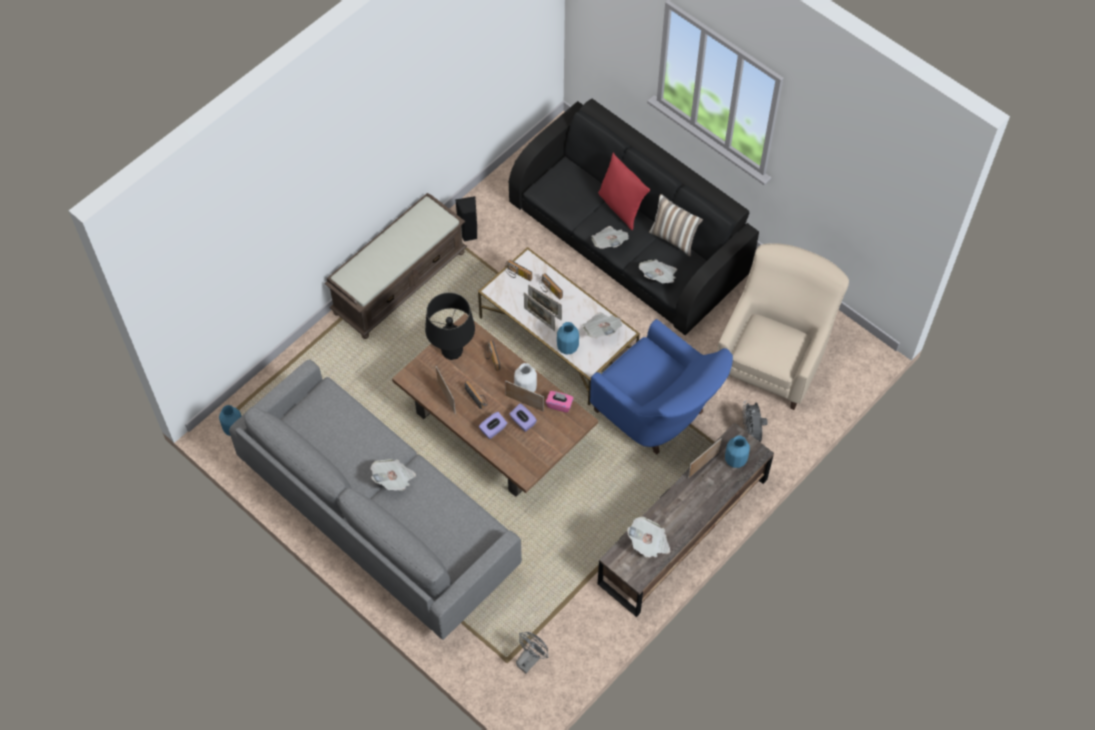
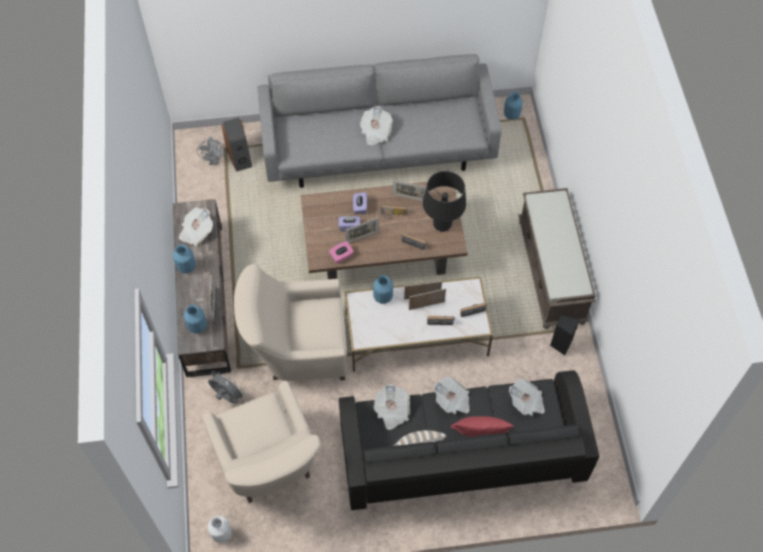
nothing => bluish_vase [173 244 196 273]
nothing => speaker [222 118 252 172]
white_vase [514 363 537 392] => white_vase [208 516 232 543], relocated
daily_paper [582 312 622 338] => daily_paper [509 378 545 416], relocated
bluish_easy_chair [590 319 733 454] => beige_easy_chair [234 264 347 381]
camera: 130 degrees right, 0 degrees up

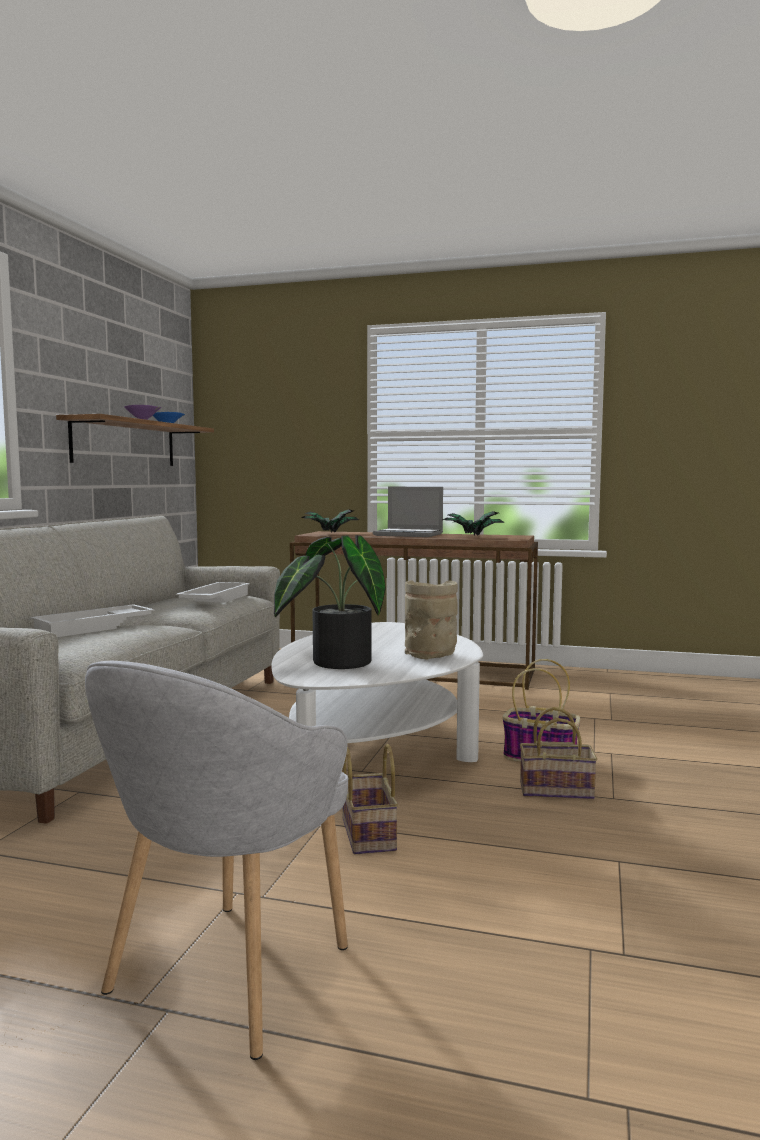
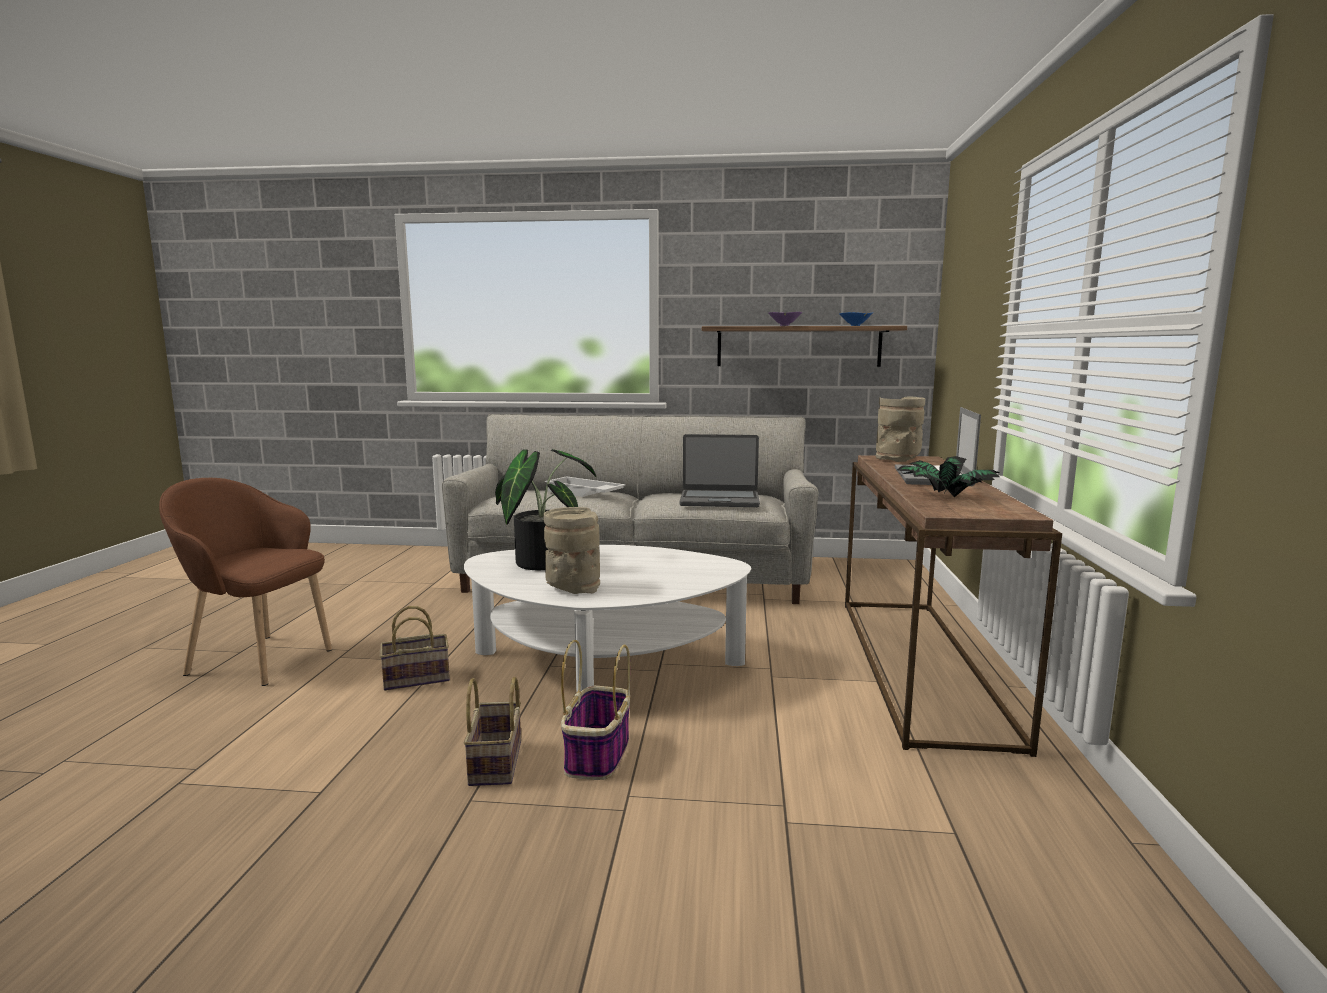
white_carrying_tray [176 582 250 603] => portable_computer [680 434 760 507]
houseplant [301 509 359 533] => beige_vase [876 397 925 462]
grey_easy_chair [85 661 349 1060] => brownish_easy_chair [159 478 332 686]
camera: 80 degrees right, 5 degrees up

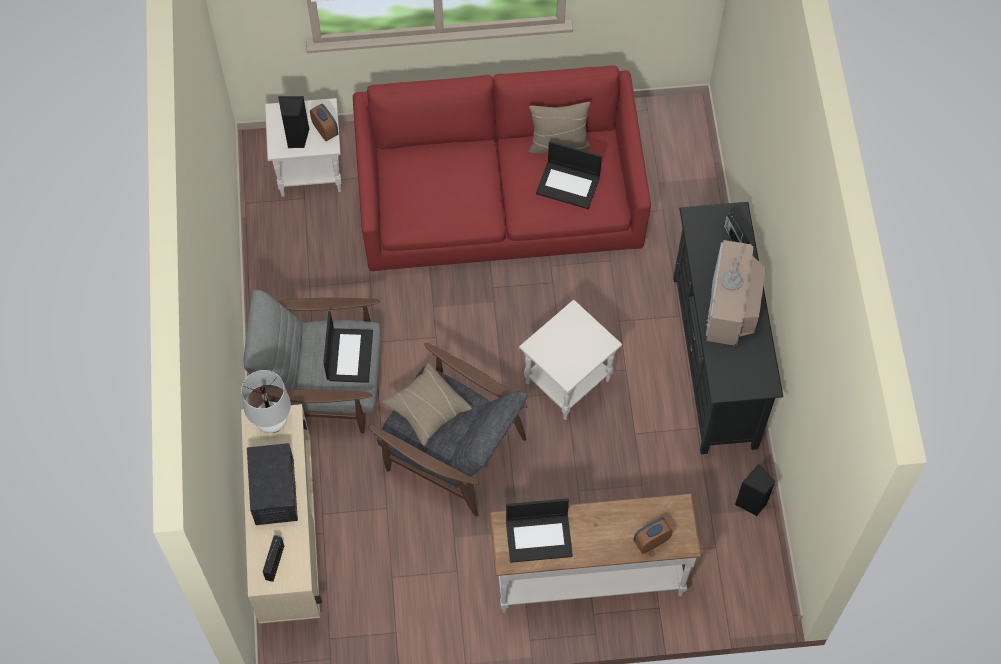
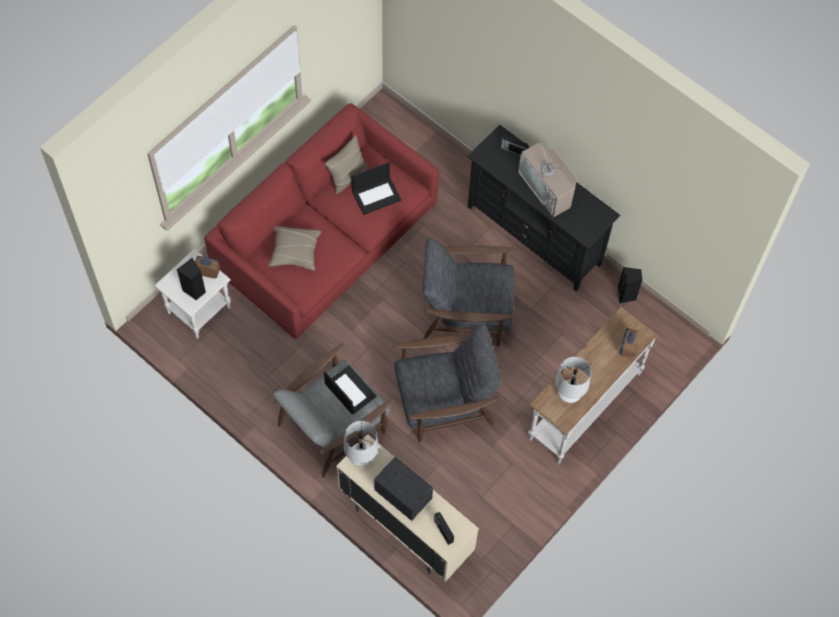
beige_throw_pillow [382 363 472 446] => beige_throw_pillow [268 226 321 271], relocated
portable_computer [506 498 573 563] => white_lamp_for_a_table [555 357 591 403]
white_side_table [519 300 622 420] => grey_easy_chair [423 238 517 347]
camera: 45 degrees left, 0 degrees up

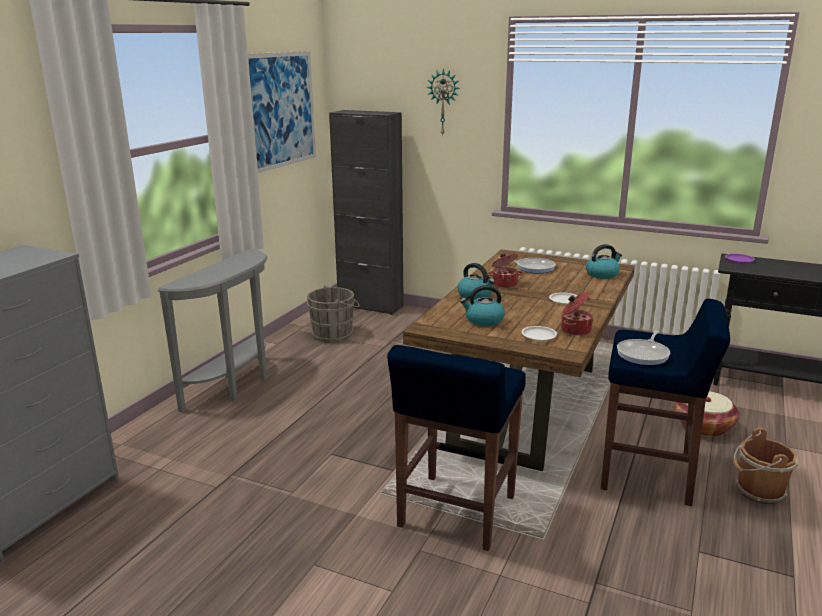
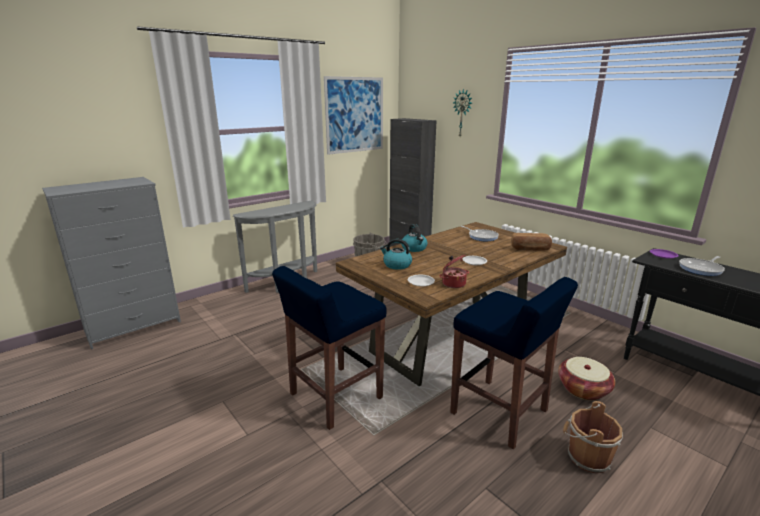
stockpot [488 254 523 288] => nothing
skillet [617 330 670 365] => skillet [679 256 725 276], relocated
water_kettle [586 244 622 279] => baked_bread [511 233 552 251]
camera: 25 degrees right, 0 degrees up

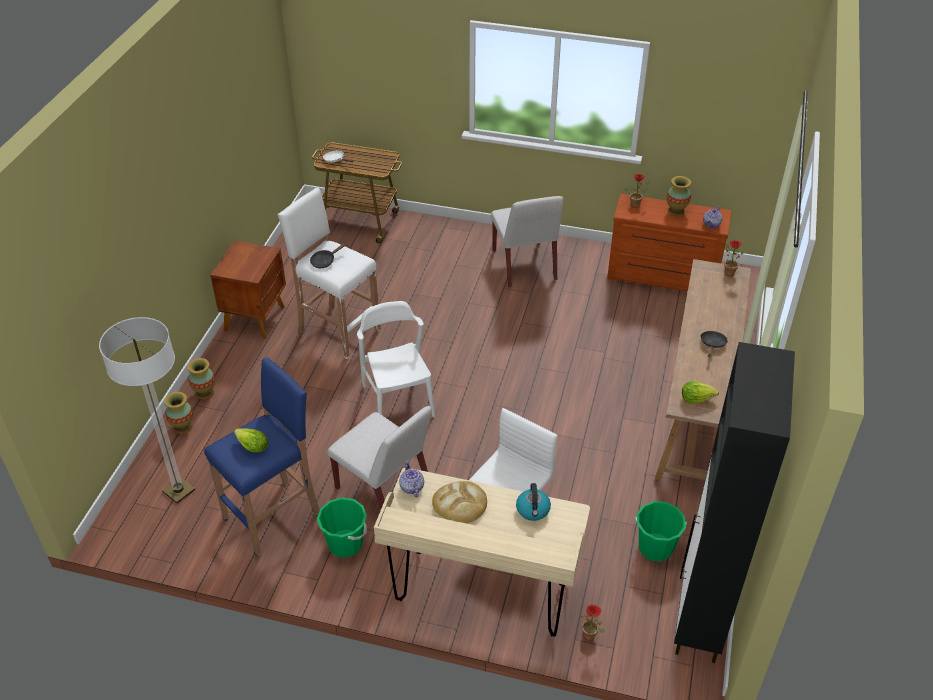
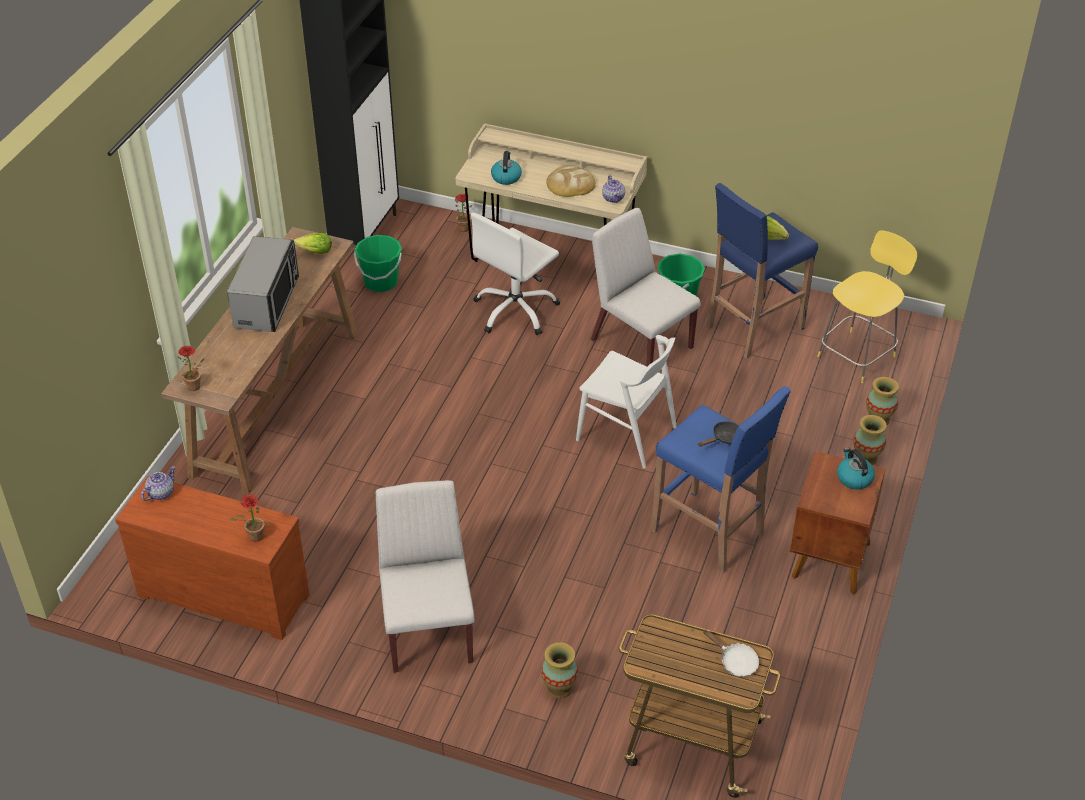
nothing => water_kettle [837 448 875 489]
vase [667 176 691 217] => vase [541 642 578 699], relocated
standing_lamp [99 317 195 504] => yellowish_stool [817 230 918 383]
black-coloured_skillet [700 331 728 357] => microwave [227 236 299 332]
white_stool [277 188 380 359] => bluish_stool [651 386 791 574]
white_plain_chair [357 301 435 417] => white_plain_chair [576 335 677 469], 45 degrees counterclockwise
camera: 175 degrees left, 0 degrees up

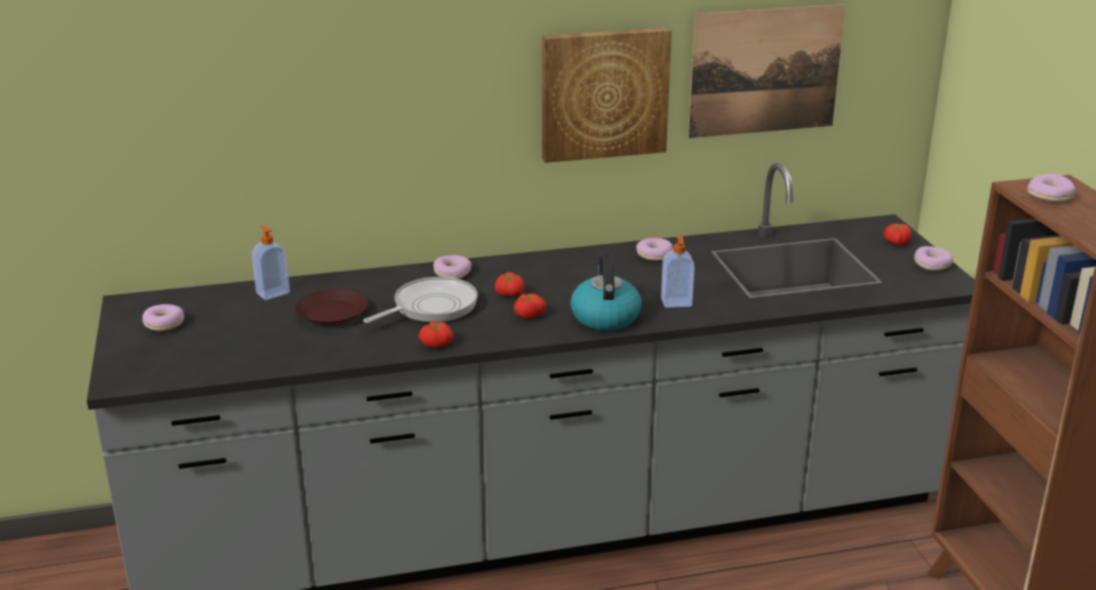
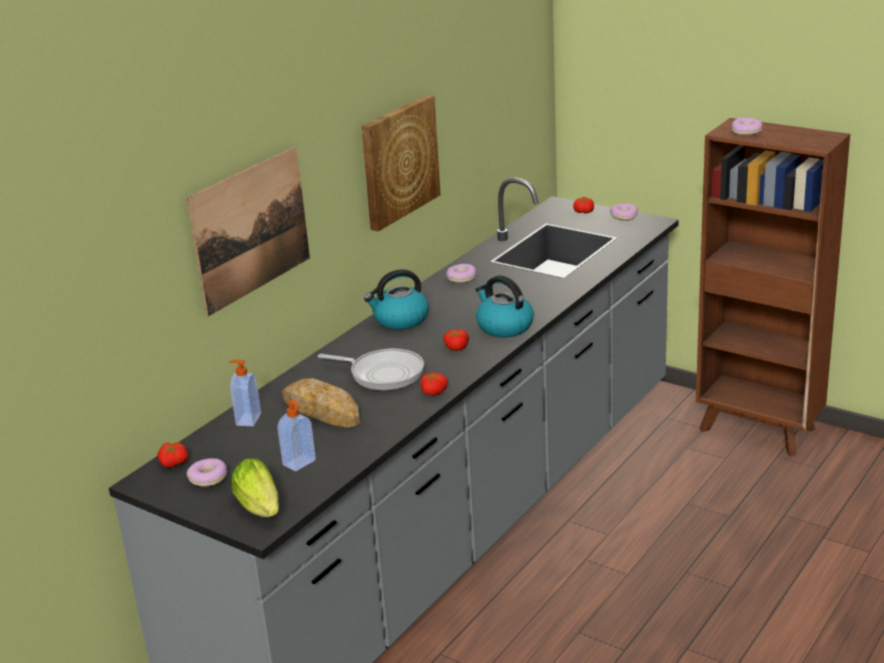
ring_doughnut [433 255 471 279] => nothing
nothing => head_of_lettuce [231 458 279 517]
nothing => water_kettle [364 269 429 330]
tomato [495 272 524 296] => tomato [158 442 188 467], relocated
soap_bottle [661 236 695 308] => soap_bottle [277 400 316 471], relocated
wall_art [688 4 845 138] => wall_art [187 147 310 316], relocated
brownish_flat_dish [295 288 368 326] => baked_bread [282 378 360 427]
skillet [363 277 478 323] => skillet [318 349 424 391], 105 degrees clockwise
camera: 40 degrees left, 0 degrees up

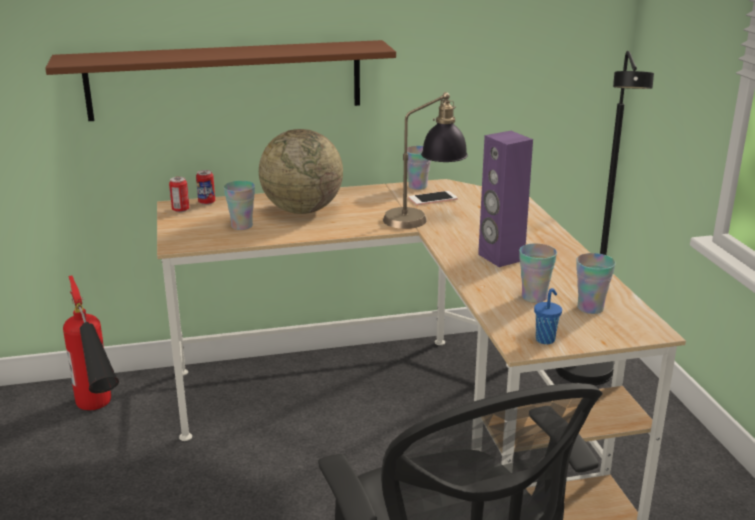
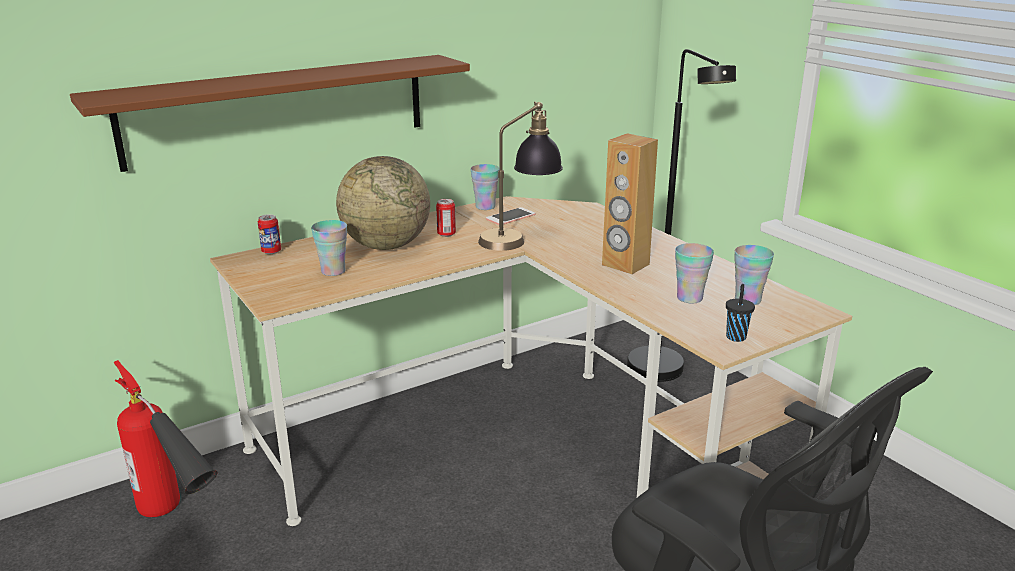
sealed_can [169 177 189 212] => sealed_can [436 199 456 237], relocated
purple_speaker [478 131 533 267] => brownish_speaker [602 133 658 274]
bluish_drinking_cup [534 288 562 344] => black-coloured_drinking_cup [726 284 755 342]
camera: 20 degrees left, 0 degrees up

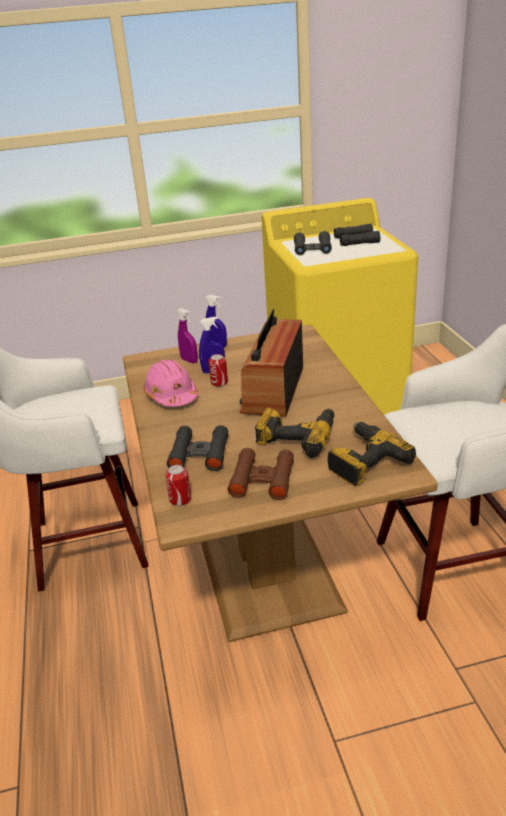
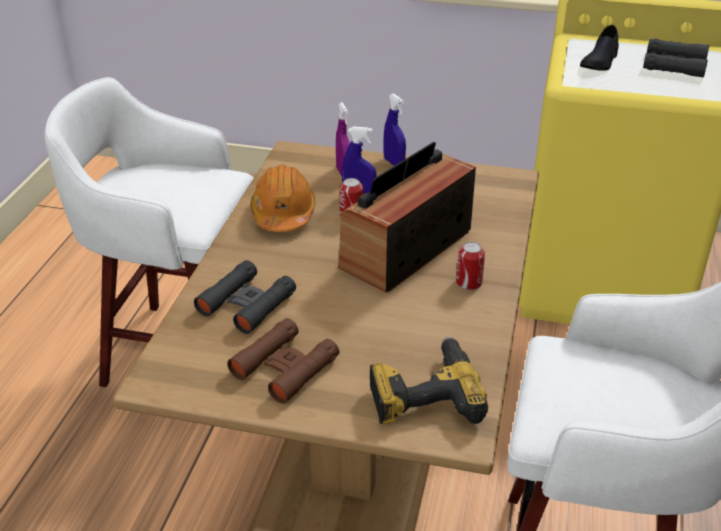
electric_drill [255 408 334 458] => nothing
sealed_can [165 465 191 506] => sealed_can [456 242 485 290], relocated
black-coloured_binoculars [294 231 332 255] => black-coloured_shoe [580 25 619 71]
pink-coloured_hard_hat [143 359 198 407] => orangey_hard_hat [250 165 316 232]
camera: 25 degrees right, 5 degrees up

